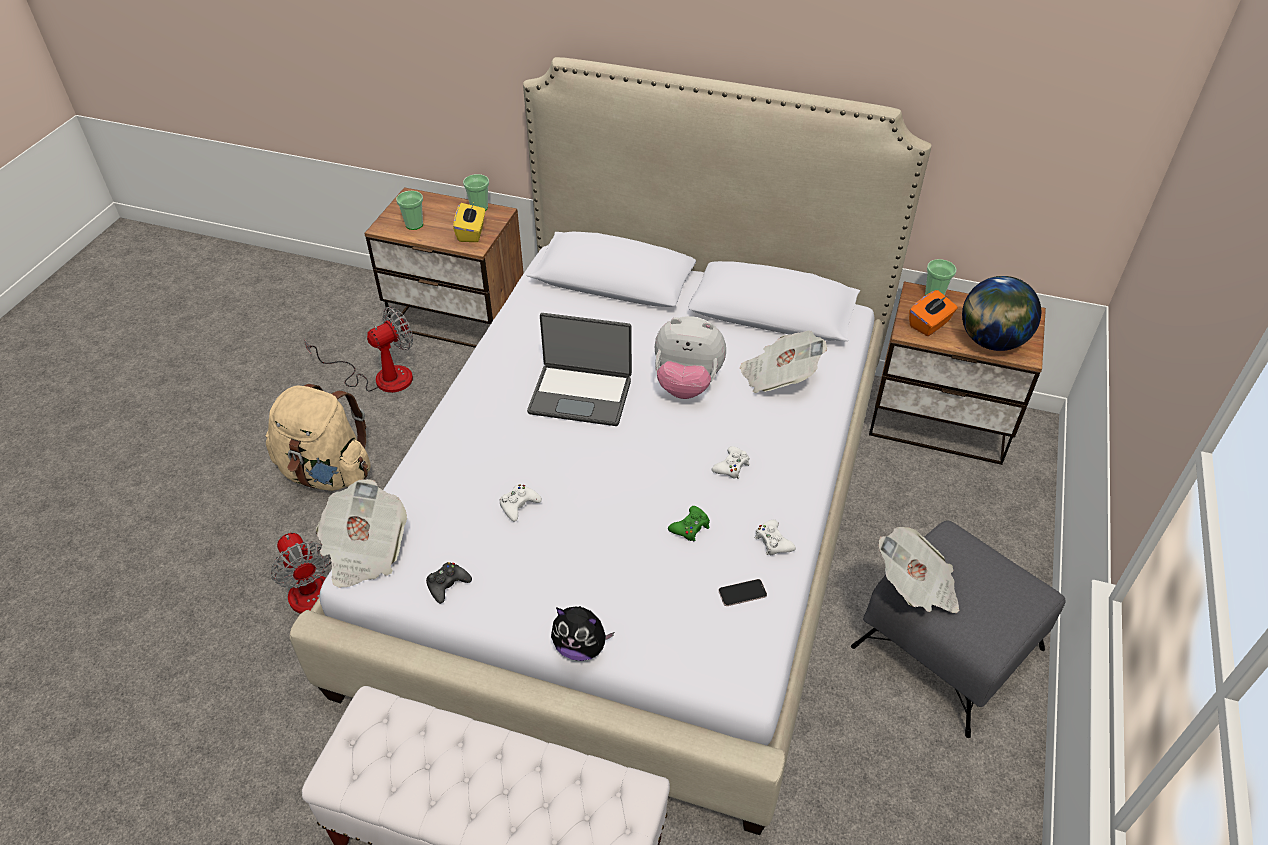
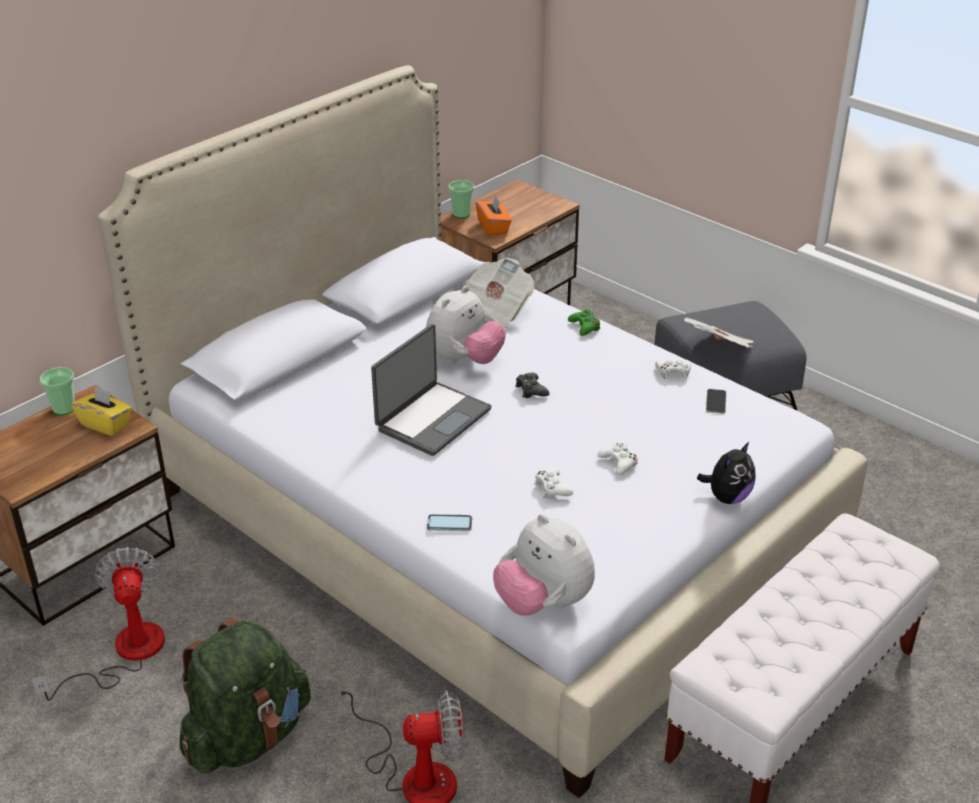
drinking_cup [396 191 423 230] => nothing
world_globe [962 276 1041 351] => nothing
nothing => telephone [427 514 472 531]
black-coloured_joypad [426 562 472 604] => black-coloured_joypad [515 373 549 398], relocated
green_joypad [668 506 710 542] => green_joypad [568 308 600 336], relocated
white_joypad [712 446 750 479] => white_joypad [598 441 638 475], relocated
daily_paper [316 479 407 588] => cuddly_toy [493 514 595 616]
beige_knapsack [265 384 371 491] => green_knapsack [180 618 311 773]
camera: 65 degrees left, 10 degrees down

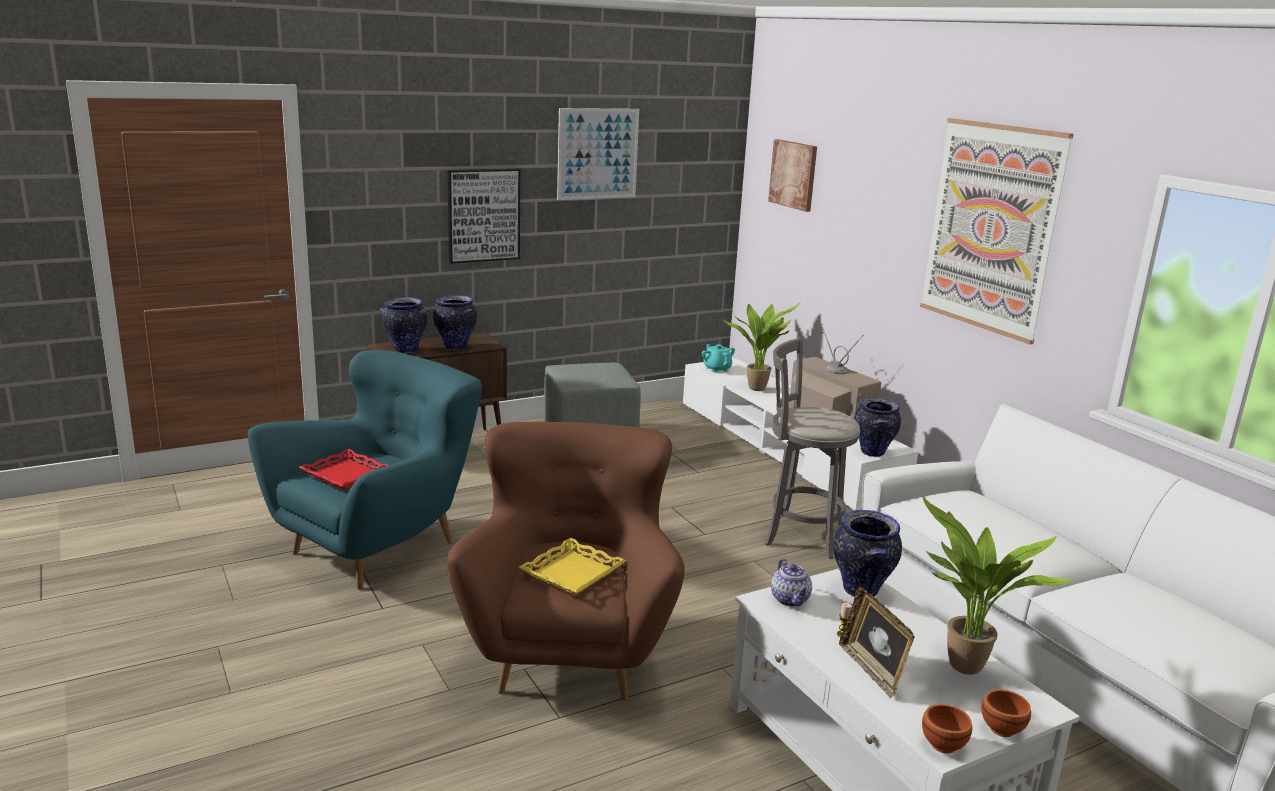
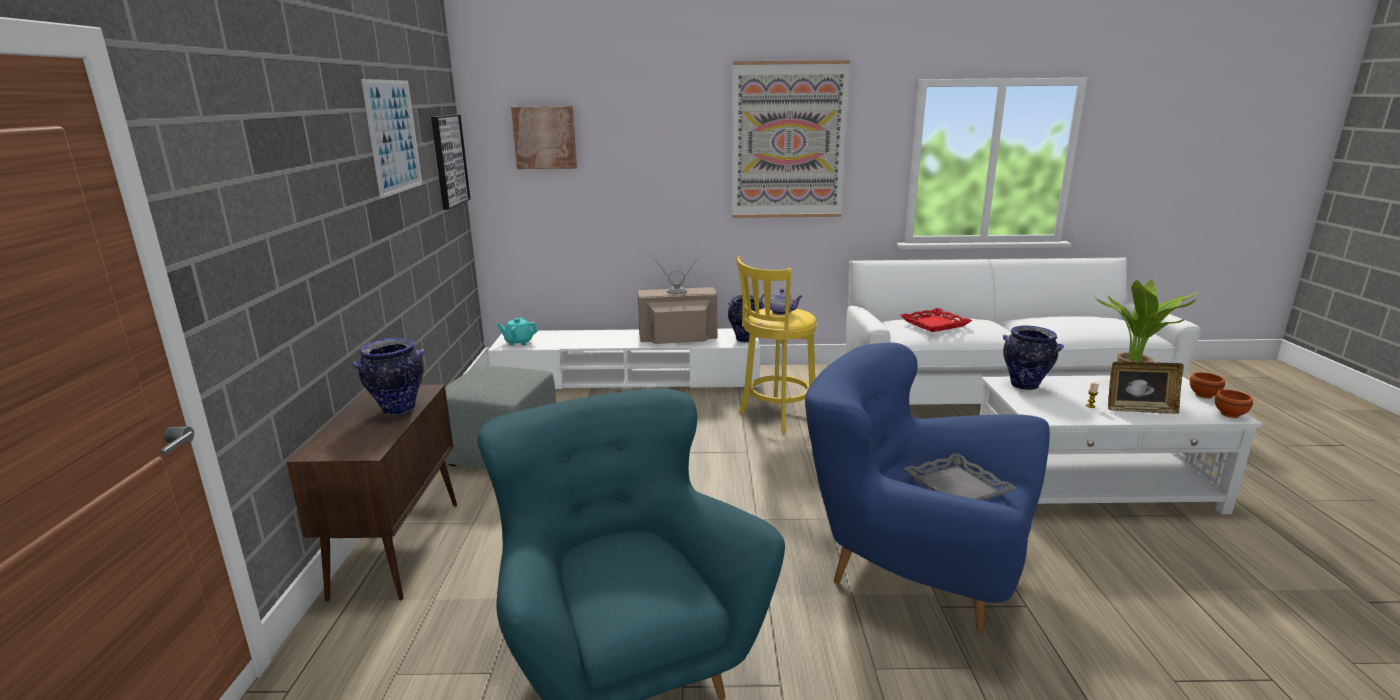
vase [380 297 428 353] => nothing
houseplant [722 302 801 391] => nothing
red_carrying_tray [298 449 389 490] => red_carrying_tray [900 308 972 332], relocated
wall_art [447 169 520 264] => wall_art [431 115 470 210], relocated
teapot [771 559 812 607] => teapot [761 289 803 315], relocated
brownish_easy_chair [447 422 685 700] => bluish_easy_chair [805 343 1050 634]
yellowish_carrying_tray [519 538 626 595] => grey_carrying_tray [903 453 1016 501]
grey_stool [765 337 860 559] => yellowish_stool [736 256 817 433]
camera: 60 degrees left, 0 degrees up

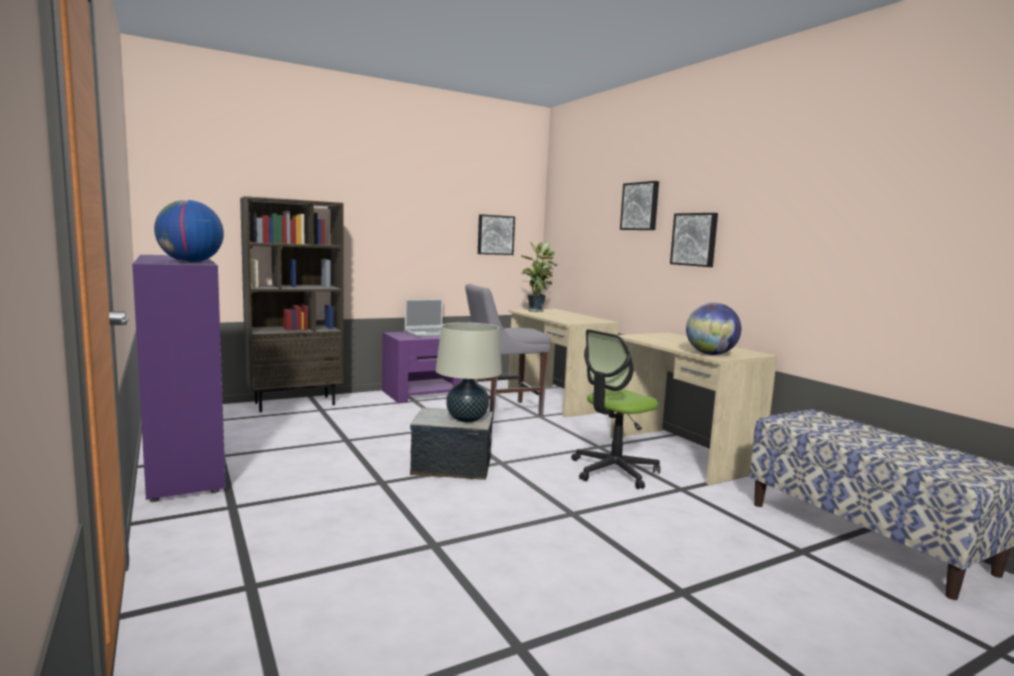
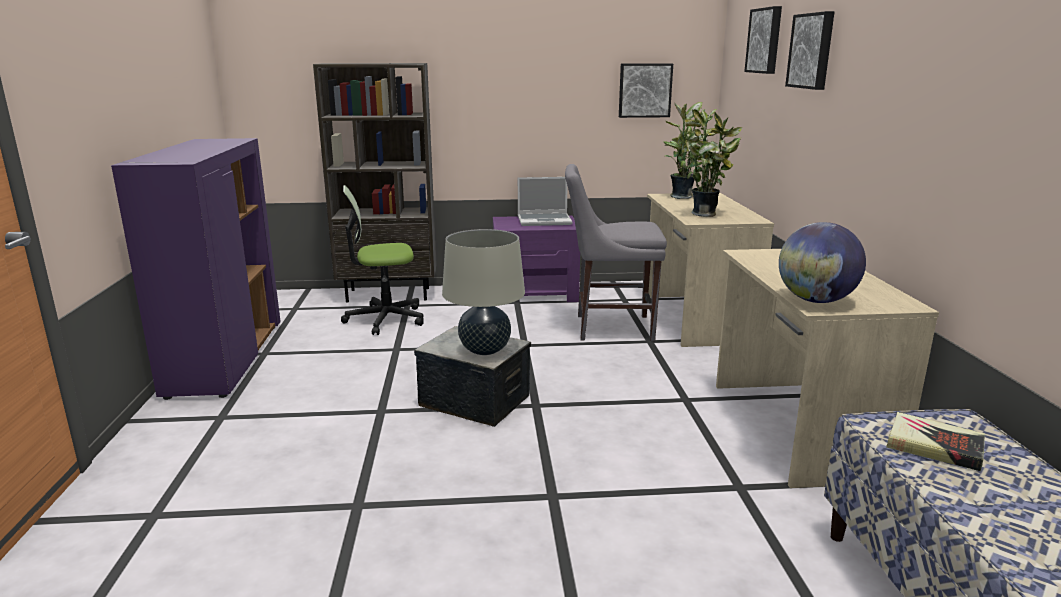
world_globe [154 200 224 263] => nothing
nothing => houseplant [682 108 742 217]
nothing => bound_book [886 412 985 471]
desk_chair [571 329 660 489] => desk_chair [341 185 424 335], relocated
wall_art [670 213 718 267] => wall_art [744 6 782 74], relocated
camera: 25 degrees right, 10 degrees up

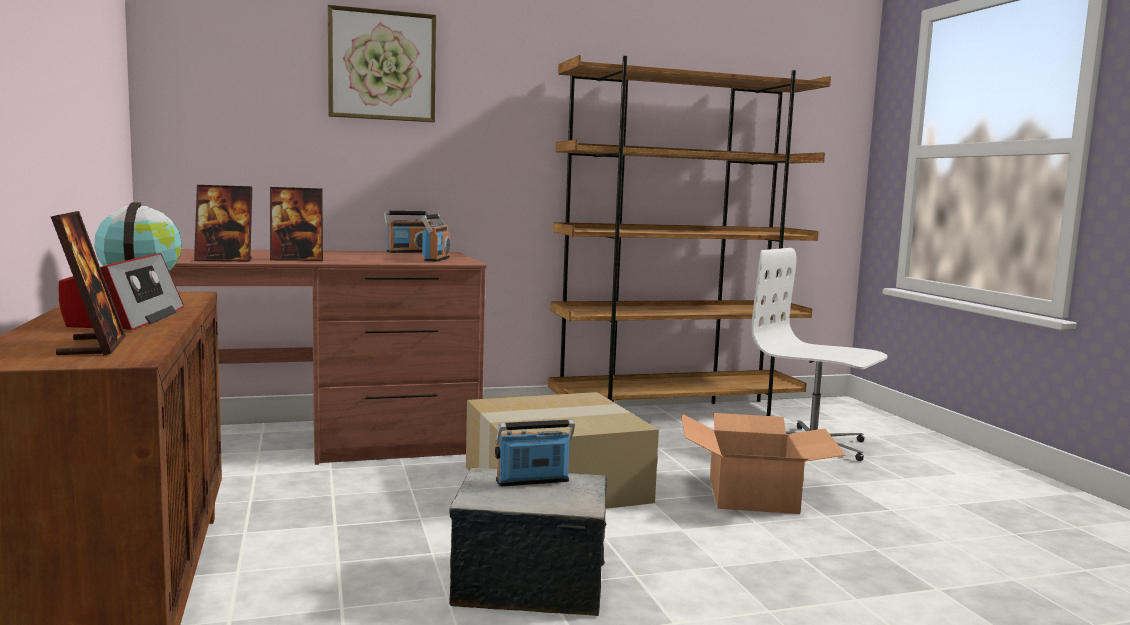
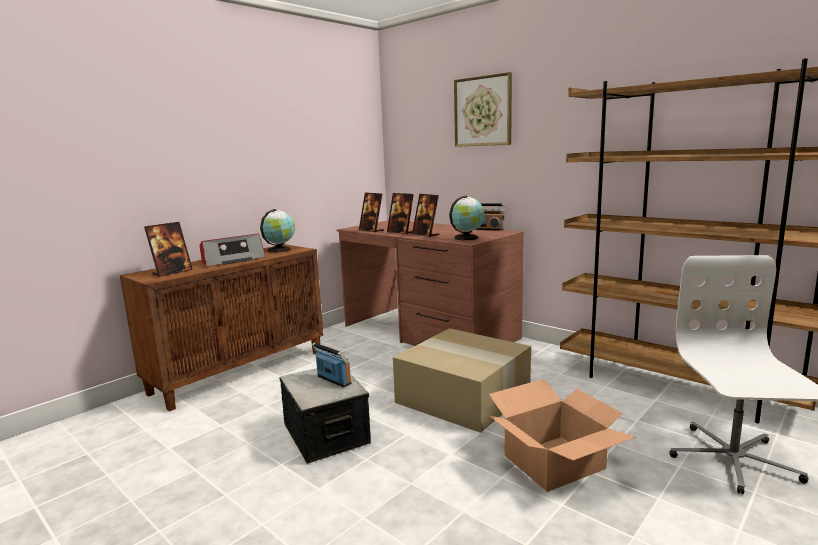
nothing => standing_frame [412 194 439 237]
radio_receiver [421 214 450 262] => world_globe [449 196 485 240]
camera: 60 degrees right, 5 degrees up

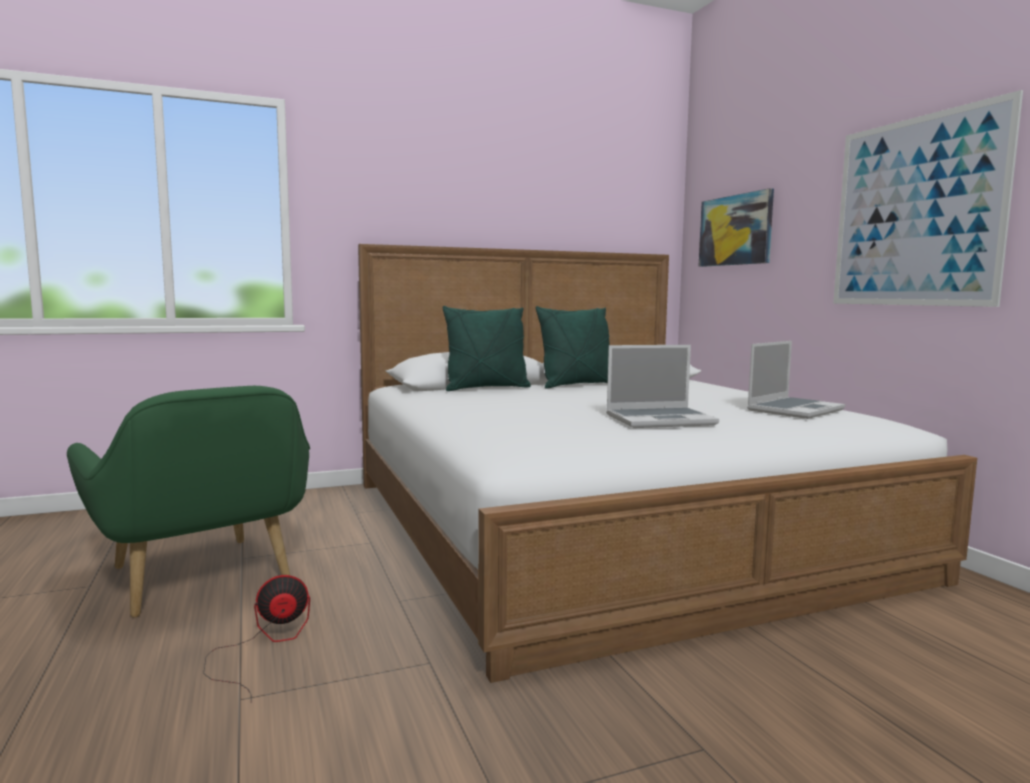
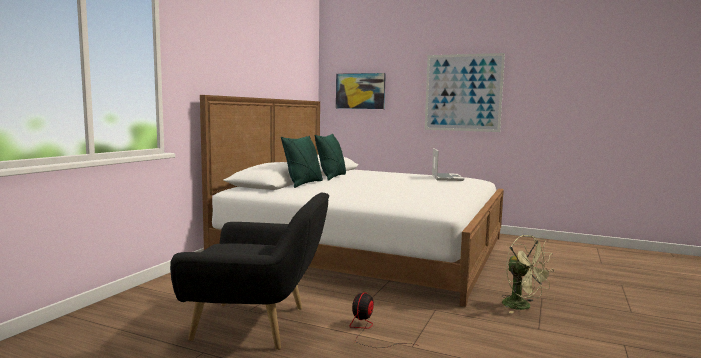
portable_computer [606 345 719 428] => nothing
nothing => green_fan [502 235 554 314]
green_easy_chair [67 386 310 618] => black-coloured_easy_chair [170 193 329 350]
camera: 45 degrees left, 0 degrees up

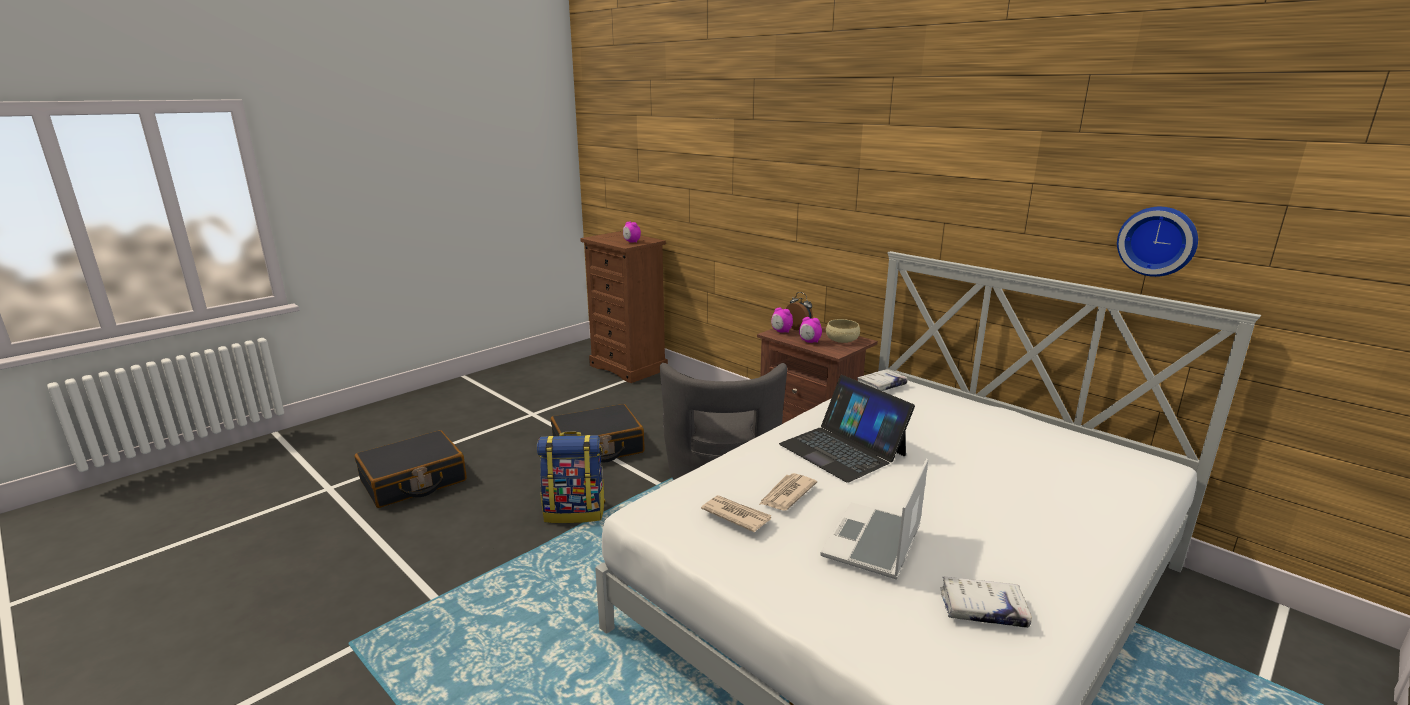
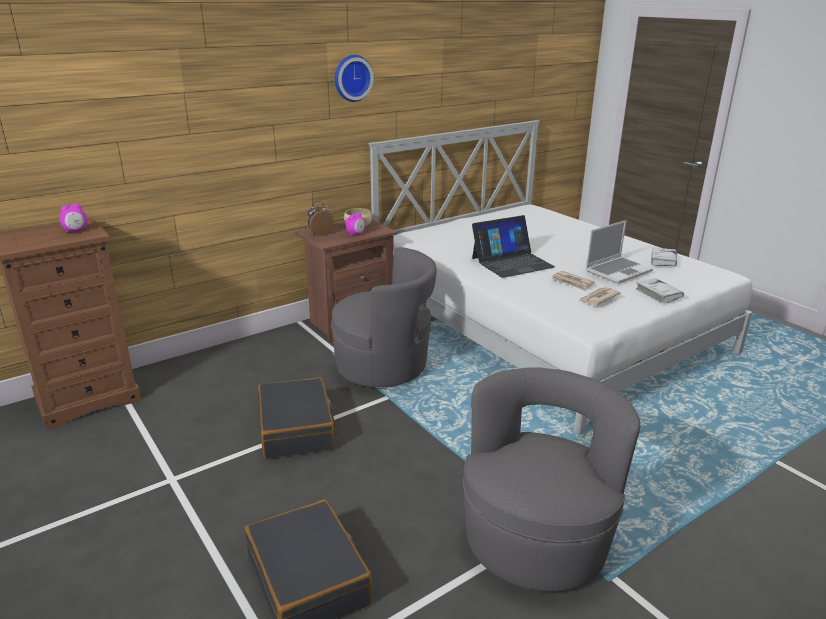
knapsack [537 432 605 523] => nothing
bedside_clock [771 307 793 333] => nothing
nothing => grey_easy_chair [463 367 640 592]
white_bound_book [857 369 908 391] => white_bound_book [636 278 684 303], relocated
clock_on_the_wall [1117 207 1198 277] => clock_on_the_wall [335 55 374 102], relocated
portable_computer [820 459 928 580] => portable_computer [585 220 653 284], 75 degrees counterclockwise
camera: 80 degrees left, 5 degrees up

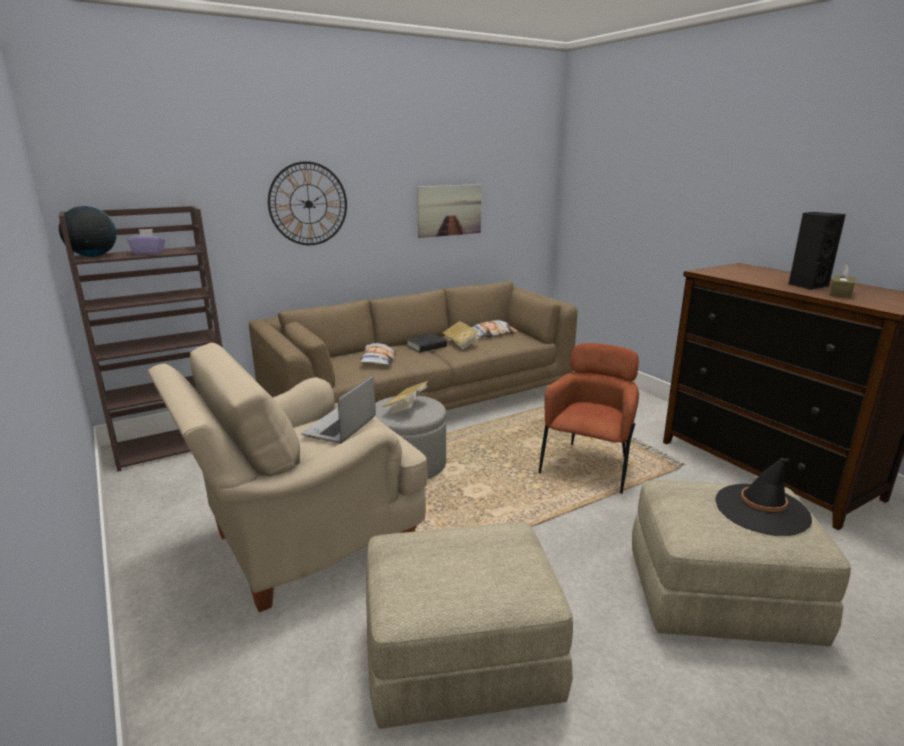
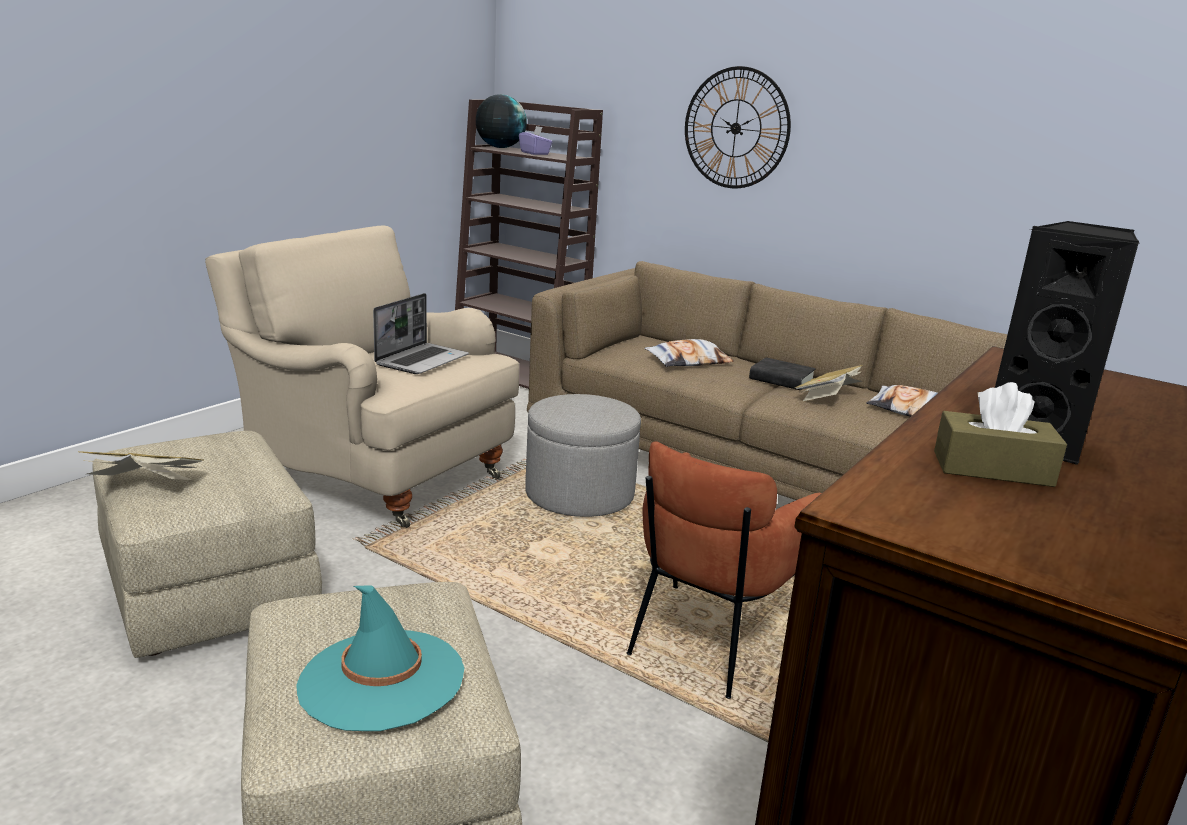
wall_art [417 184 482 238] => nothing
bound_book [382 381 429 414] => bound_book [78 451 204 480], relocated
black-coloured_clothing_hat [715 458 812 536] => turquoise_clothing_hat [296 585 464 731]
portable_computer [301 375 376 444] => portable_computer [373 293 469 374], 120 degrees clockwise
brownish_easy_chair [538 343 639 494] => brownish_easy_chair [627 441 821 699], 120 degrees clockwise
camera: 65 degrees right, 0 degrees up

